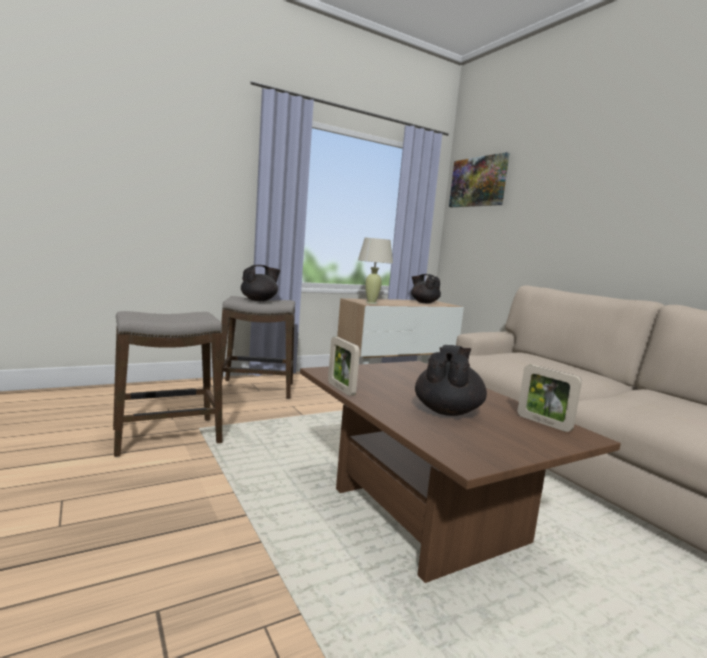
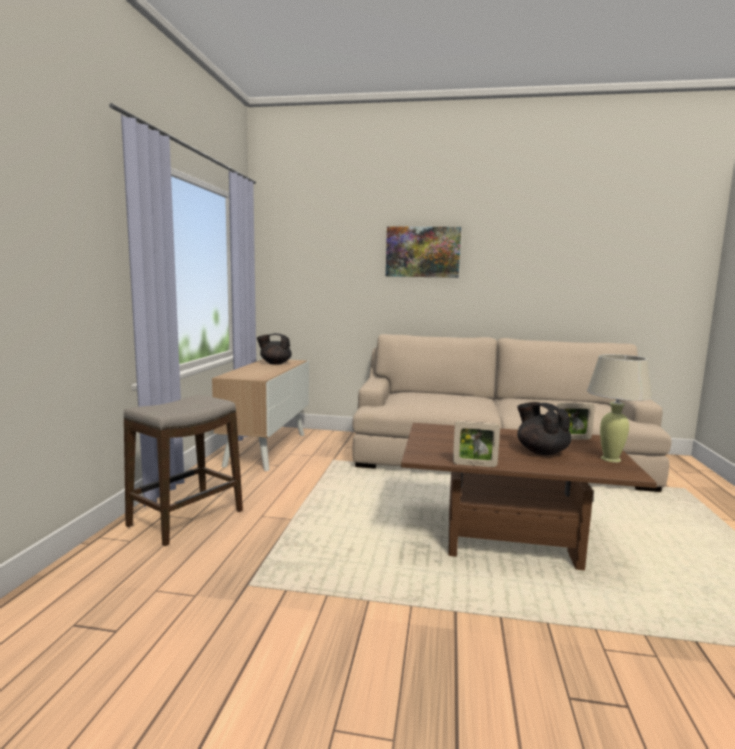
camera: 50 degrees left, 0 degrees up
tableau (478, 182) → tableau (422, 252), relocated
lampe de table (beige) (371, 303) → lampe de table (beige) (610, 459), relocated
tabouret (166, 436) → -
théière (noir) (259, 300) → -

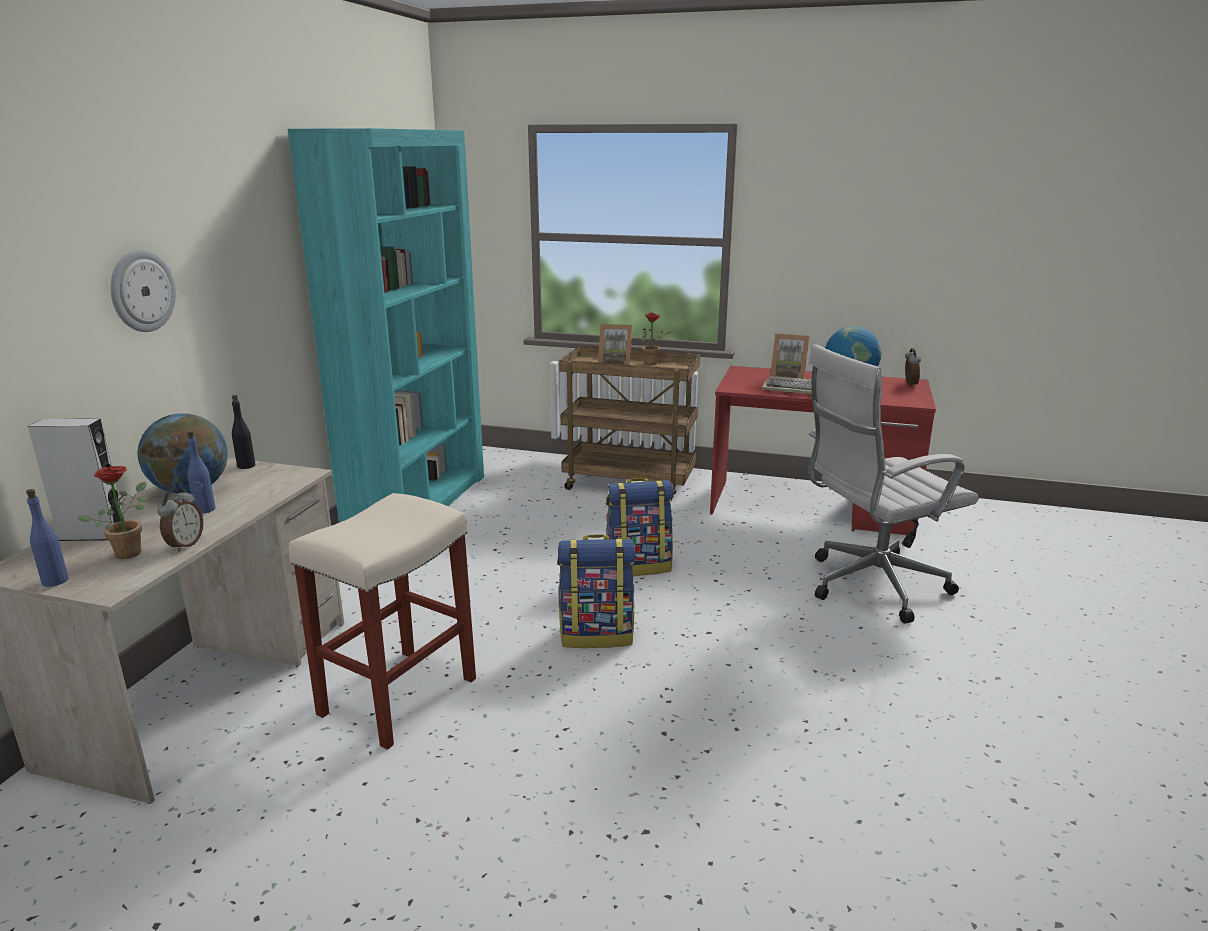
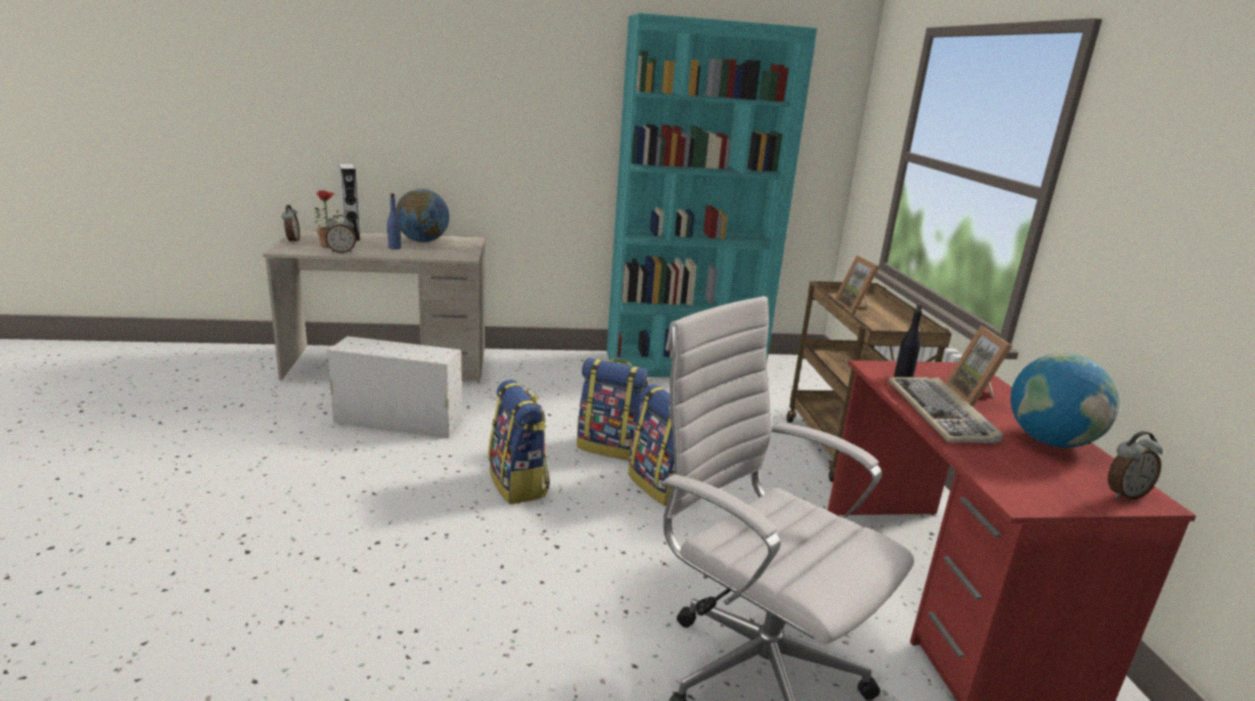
camera: 65 degrees right, 0 degrees up
bouteille (bleu) (55, 581) → réveil (292, 241)
tabouret (beige) (397, 698) → boîte de rangement (blanc) (396, 421)
- → sac à dos (611, 447)
bouteille (noir) (246, 466) → bouteille (noir) (903, 377), relocated
horloge murale (142, 291) → -
plante en pot (653, 363) → -

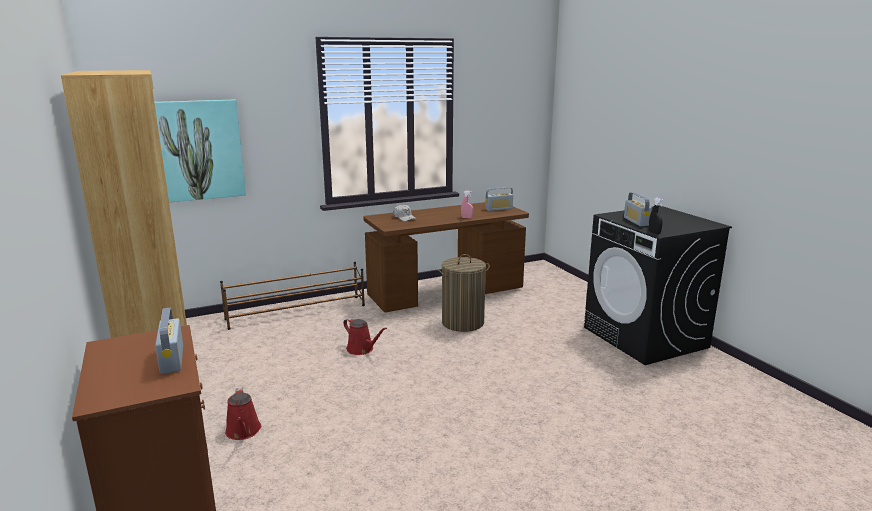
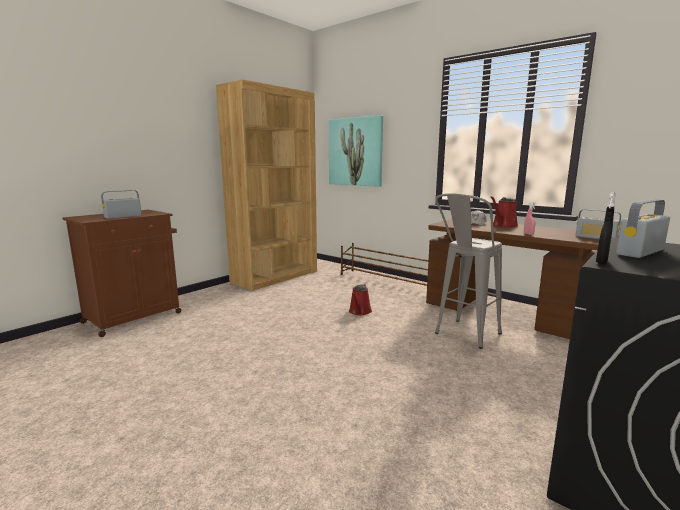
camera: 65 degrees right, 5 degrees down
panier à linge (462, 322) → tabouret (gris) (463, 337)
arrosoir (rouge) (243, 432) → arrosoir (rouge) (503, 225), relocated

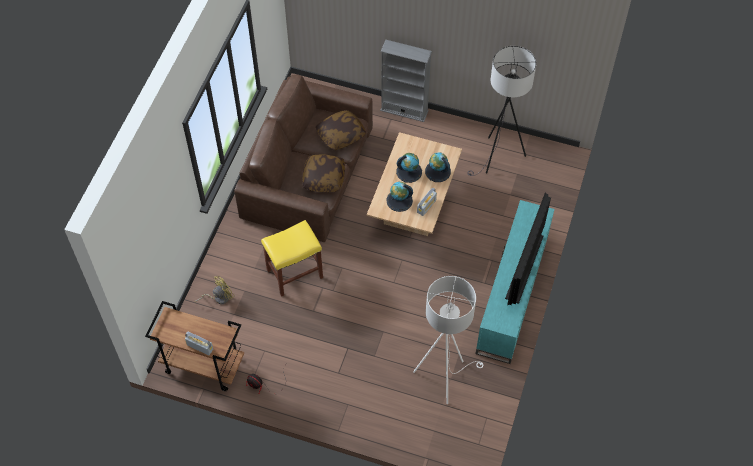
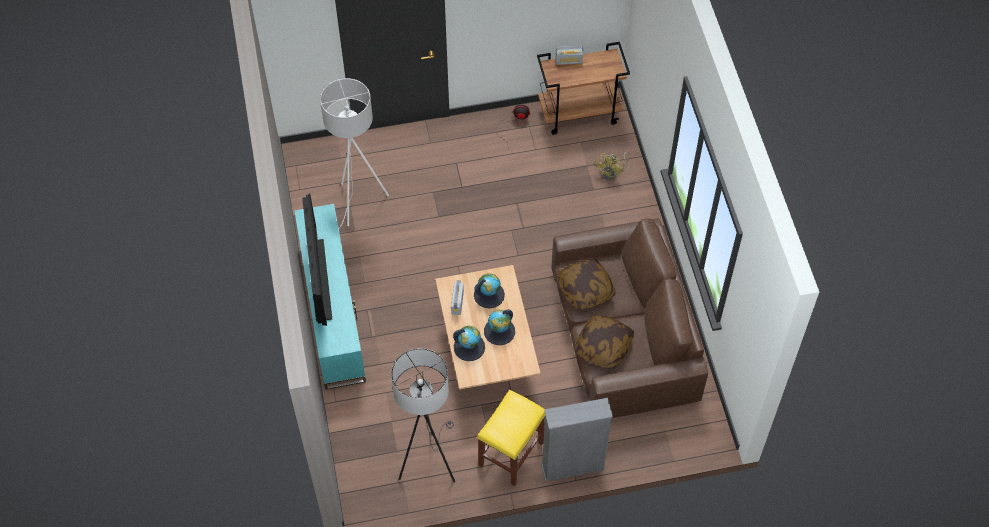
camera: 150 degrees right, 0 degrees up
tabouret (jaune) (294, 274) → tabouret (jaune) (511, 453), relocated

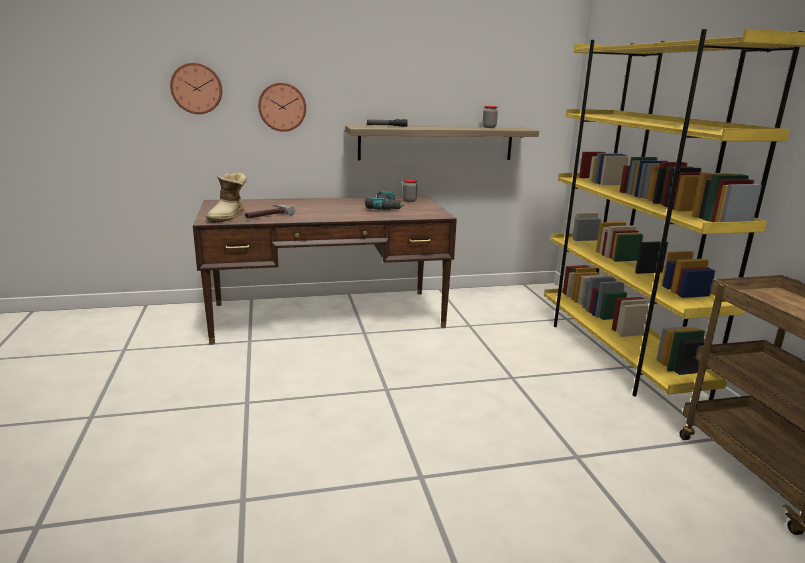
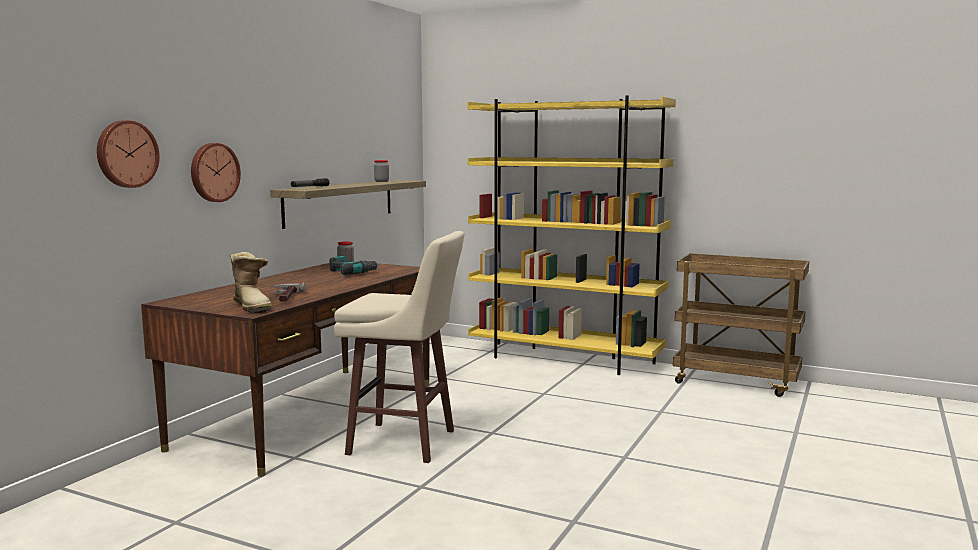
camera: 50 degrees left, 10 degrees down
- → tabouret (beige) (405, 443)

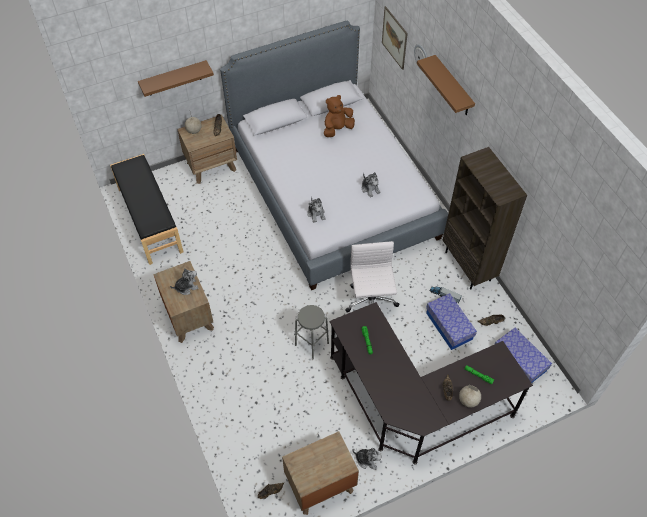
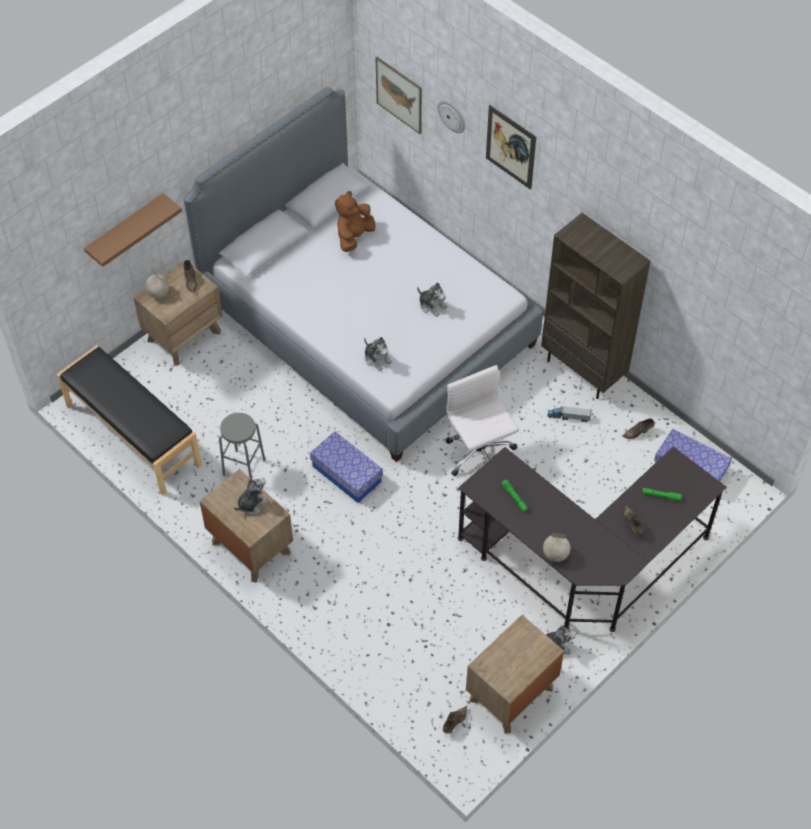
camera: 20 degrees left, 0 degrees up
tabouret (gris) (311, 344) → tabouret (gris) (244, 467), relocated
boîte de rangement (449, 326) → boîte de rangement (347, 474), relocated
étagère (marron) (453, 87) → tableau (510, 147)
globe (468, 401) → globe (555, 555), relocated

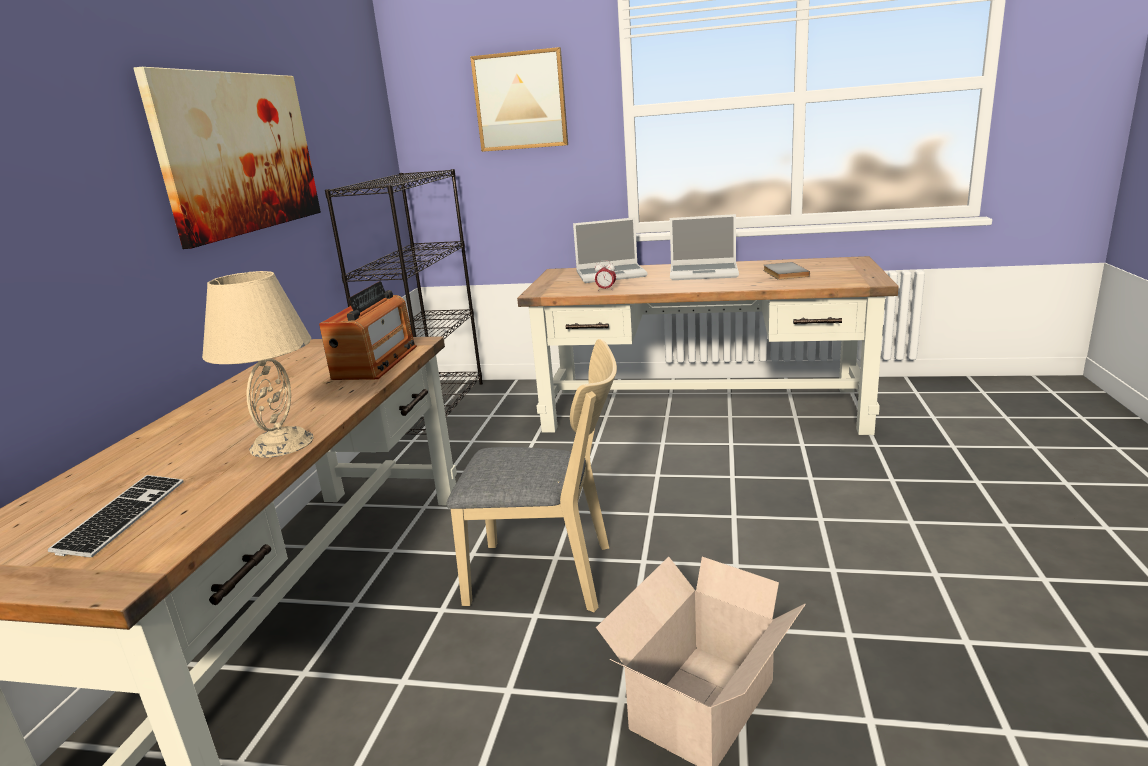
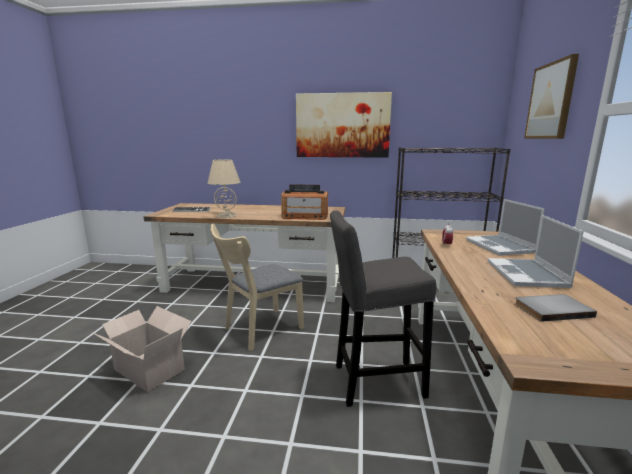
camera: 85 degrees right, 5 degrees down
chaise (beige) (552, 574) → chaise (beige) (259, 330), 45 degrees clockwise
- → tabouret (gris) (373, 382)

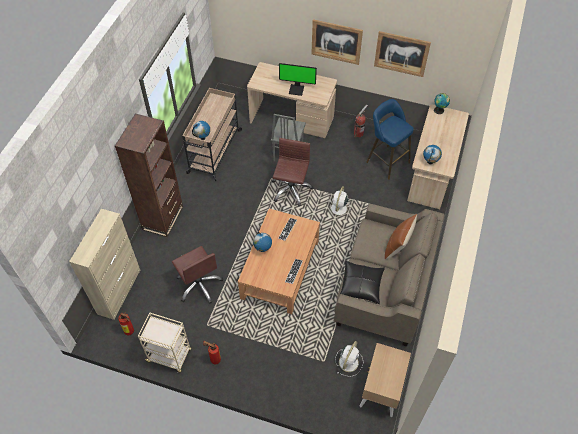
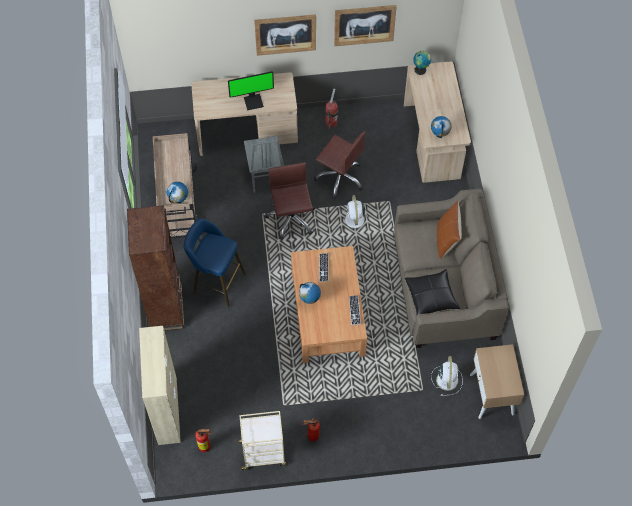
camera: 25 degrees left, 5 degrees up
tabouret (bleu) (386, 161) → tabouret (bleu) (216, 282), relocated
chaise de bureau (marron) (199, 285) → chaise de bureau (marron) (340, 178), relocated

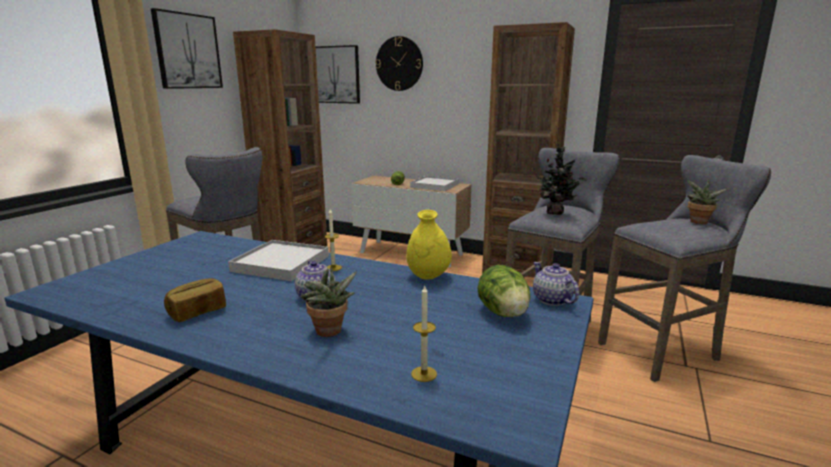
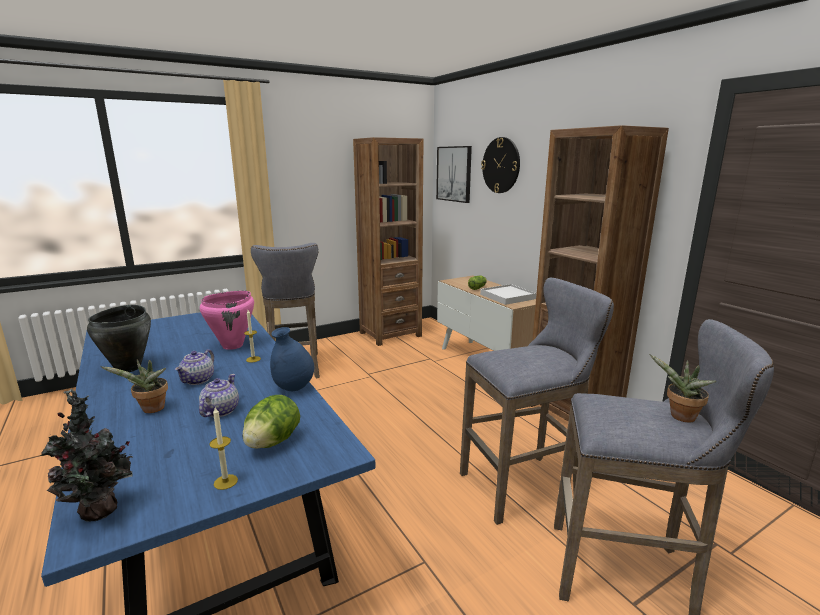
camera: 35 degrees right, 0 degrees up
plante en pot (556, 213) → plante en pot (101, 512), relocated
pain (197, 312) → marmite (noir) (129, 368)
théière (552, 300) → théière (220, 411), relocated
plateau (blanc) (281, 263) → marmite (rose) (233, 346)
bougie (424, 374) → bougie (225, 482), relocated
vase (jaune) (428, 276) → vase (bleu) (294, 388)
tableau (187, 51) → -

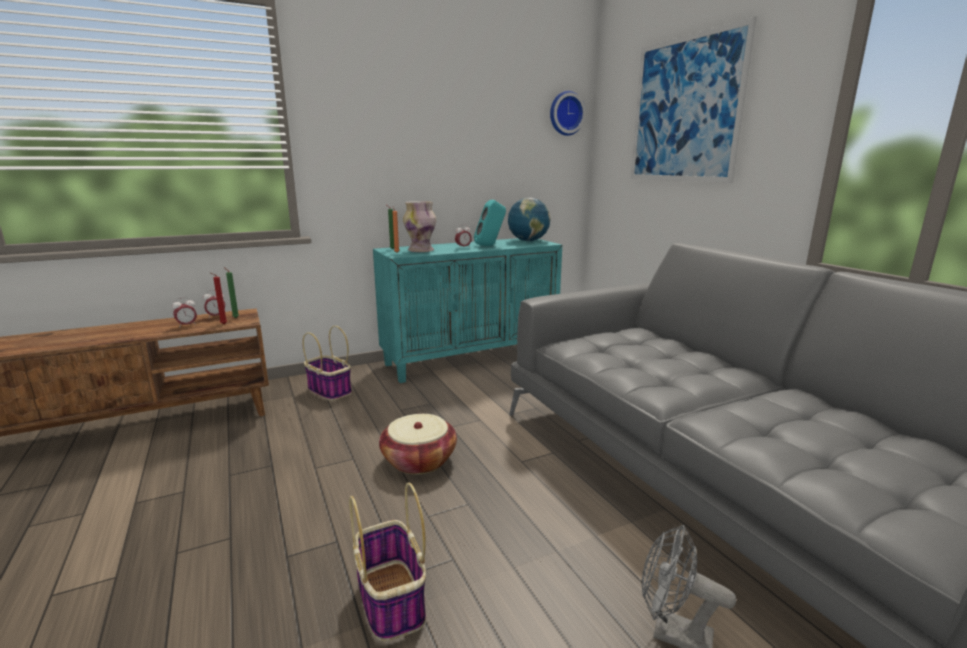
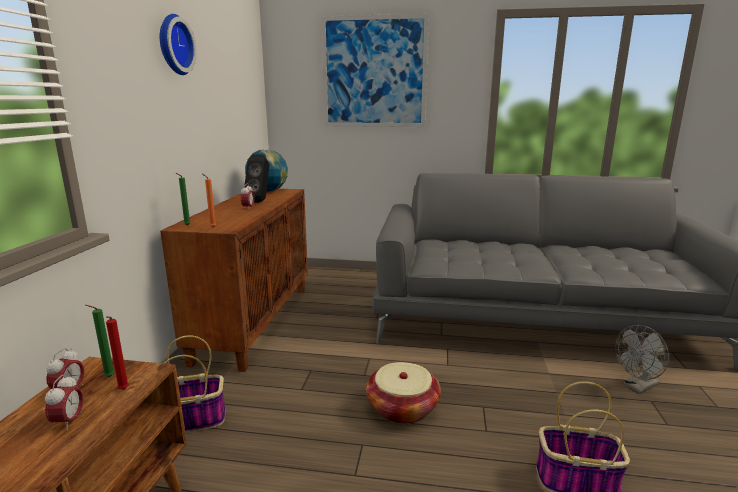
camera: 55 degrees left, 0 degrees up
horloge murale (565, 113) → horloge murale (173, 45), relocated
meuble de rangement (turquoise) (471, 358) → meuble de rangement (marron) (254, 322)
enceinte (turquoise) (490, 245) → enceinte (noir) (260, 201)
vase (421, 250) → -

